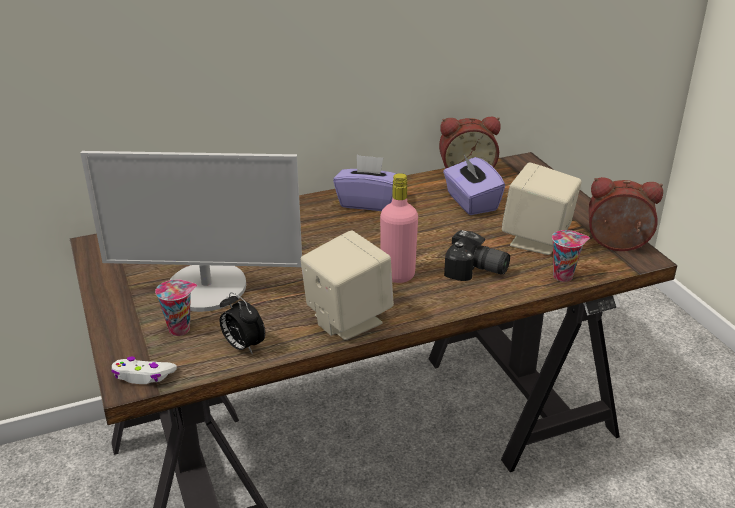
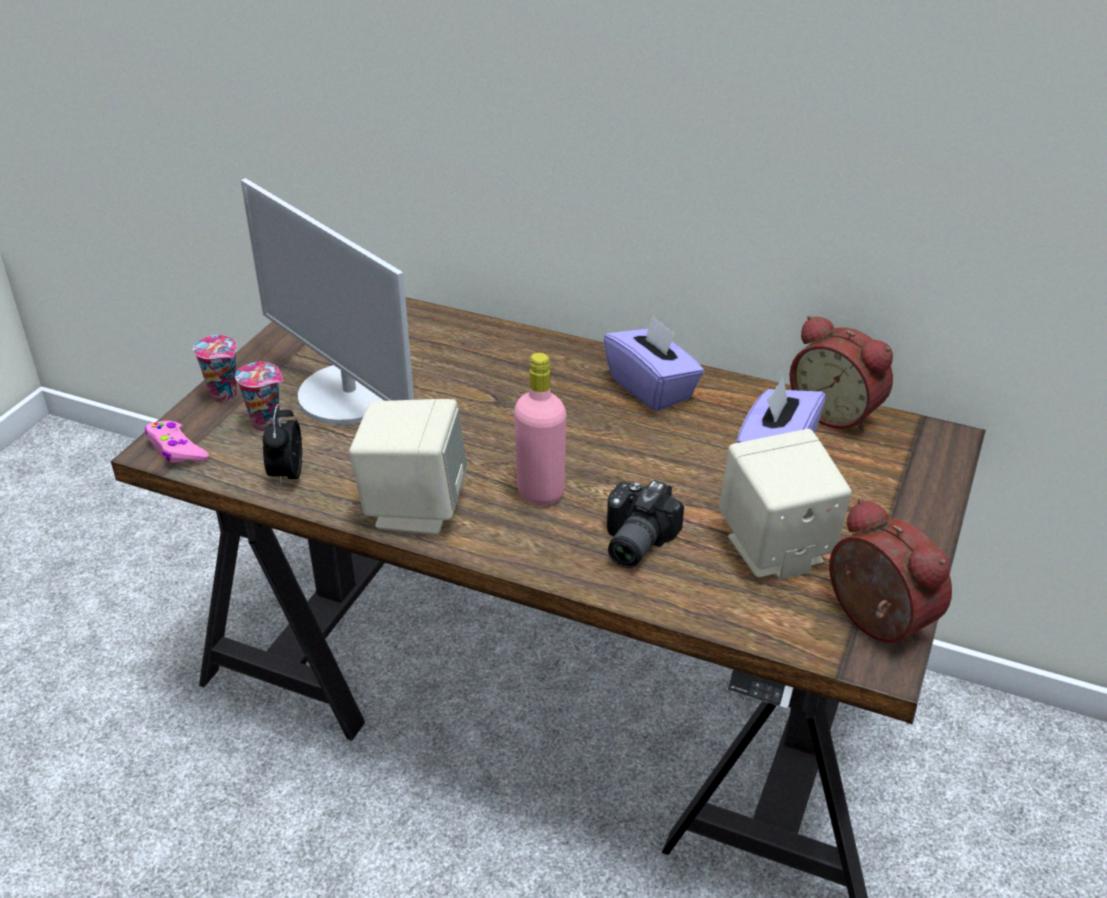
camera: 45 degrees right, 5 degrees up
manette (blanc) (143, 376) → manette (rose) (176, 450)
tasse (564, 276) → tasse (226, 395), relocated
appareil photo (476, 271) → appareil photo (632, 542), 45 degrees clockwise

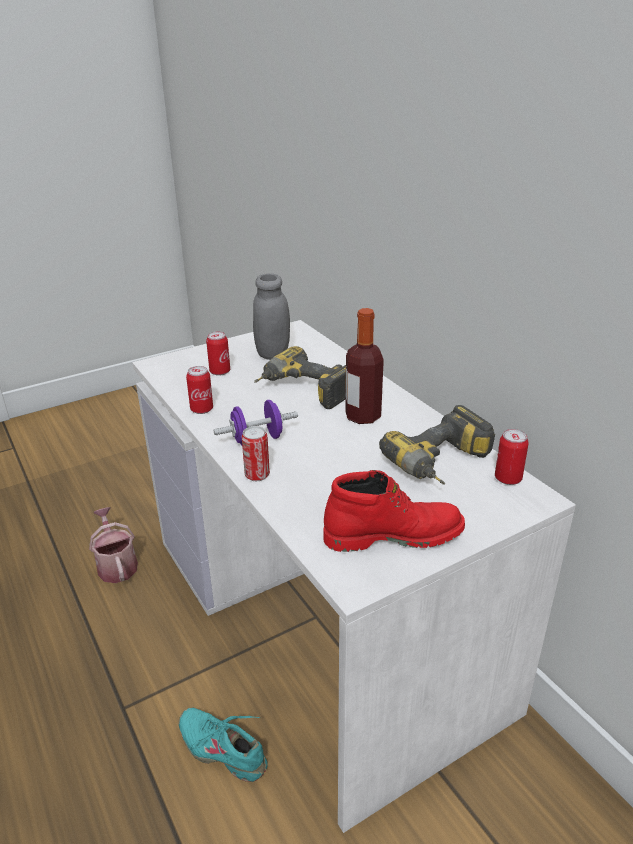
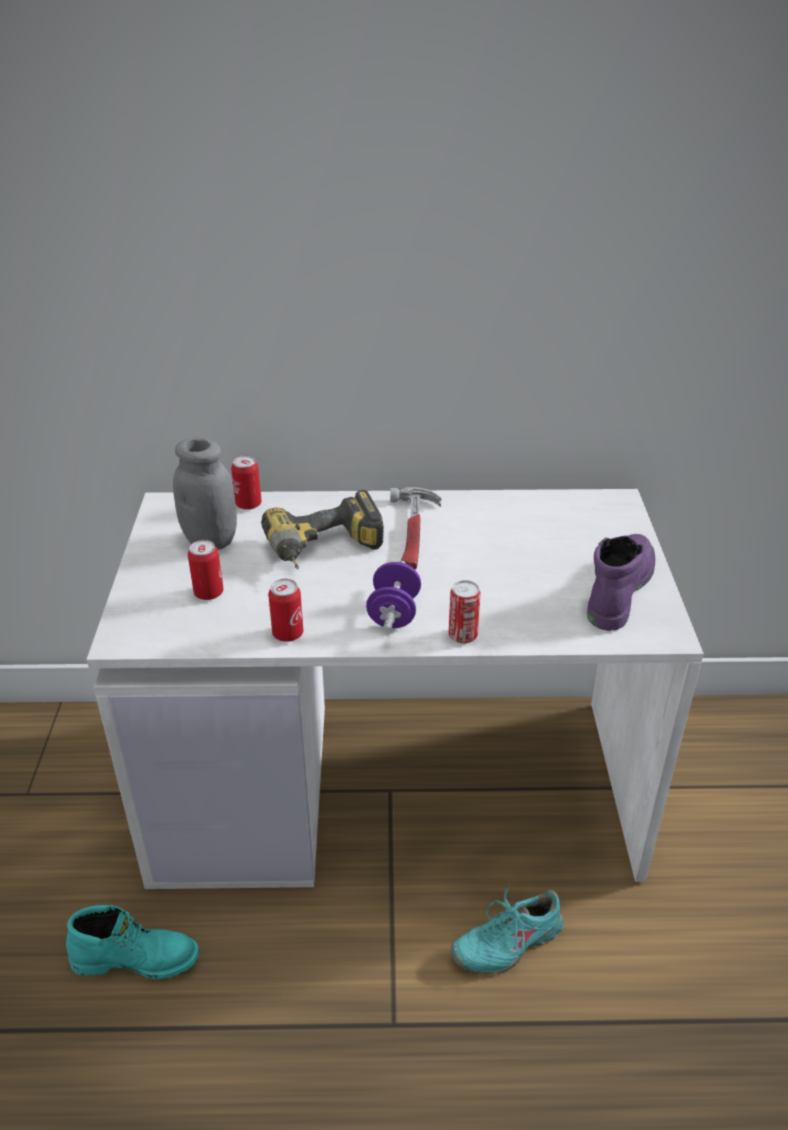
camera: 60 degrees left, 5 degrees up
arrosoir (116, 564) → botte (turquoise) (136, 958)
boîte métallique (508, 478) → boîte métallique (248, 504), relocated
bouteille (363, 416) → marteau (414, 533)
botte (rouge) (393, 535) → botte (violet) (617, 589)
perceuse (443, 466) → -

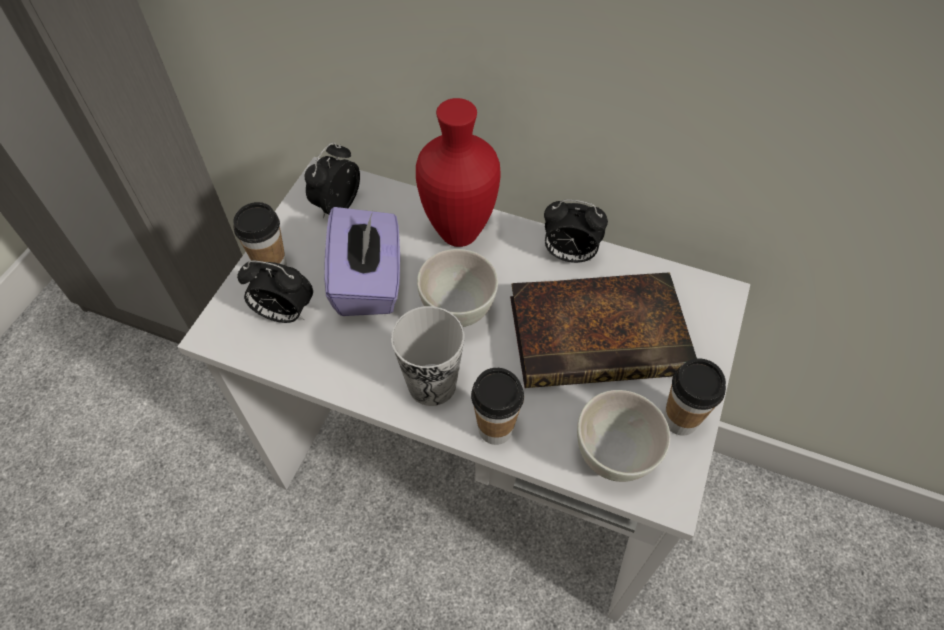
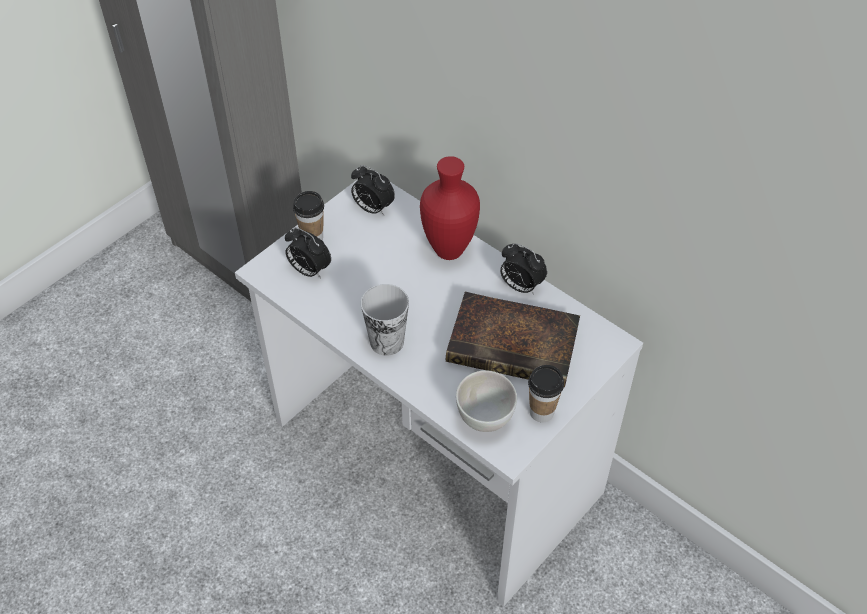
camera: 20 degrees right, 5 degrees down
réveil (337, 205) → réveil (372, 208), 105 degrees counterclockwise
boîte à mouchoirs (violet) (369, 282) → -
bol (blanc) (458, 312) → -
tasse (495, 429) → -

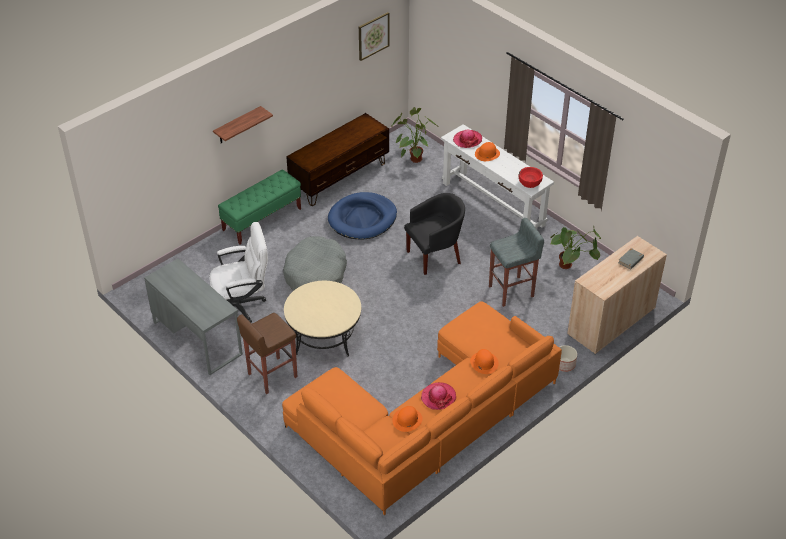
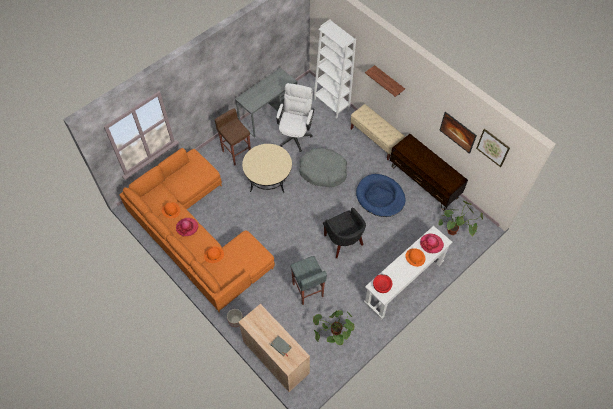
camera: 90 degrees right, 15 degrees up
chaise de bureau (blanc) (242, 305) → chaise de bureau (blanc) (295, 134), 150 degrees counterclockwise
- → bibliothèque (blanc) (331, 104)
banc (vert) (262, 219) → banc (beige) (375, 139)
- → tableau (456, 137)

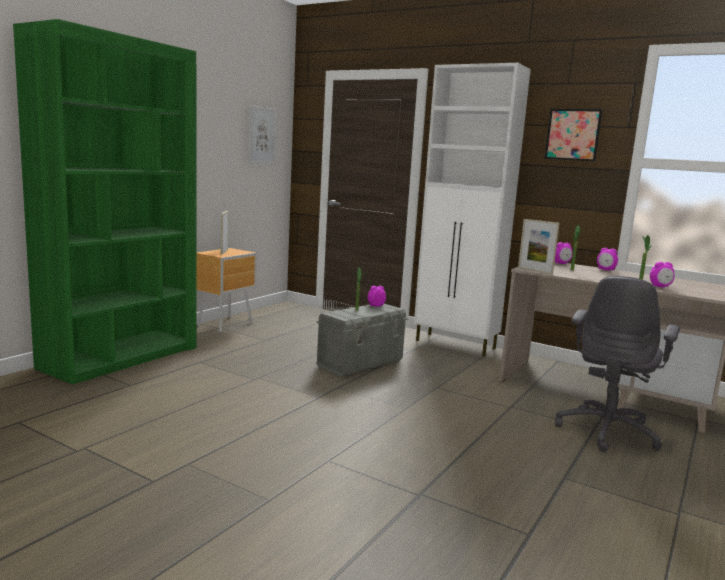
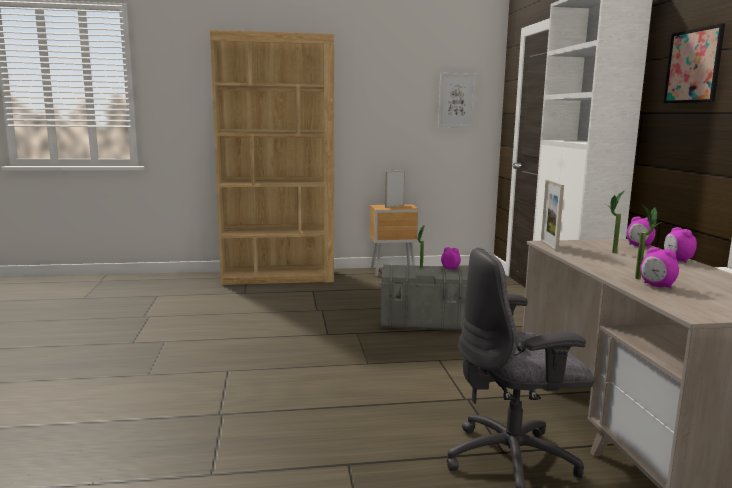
camera: 50 degrees right, 0 degrees up
bibliothèque (vert) (121, 357) → bibliothèque (marron) (278, 277)

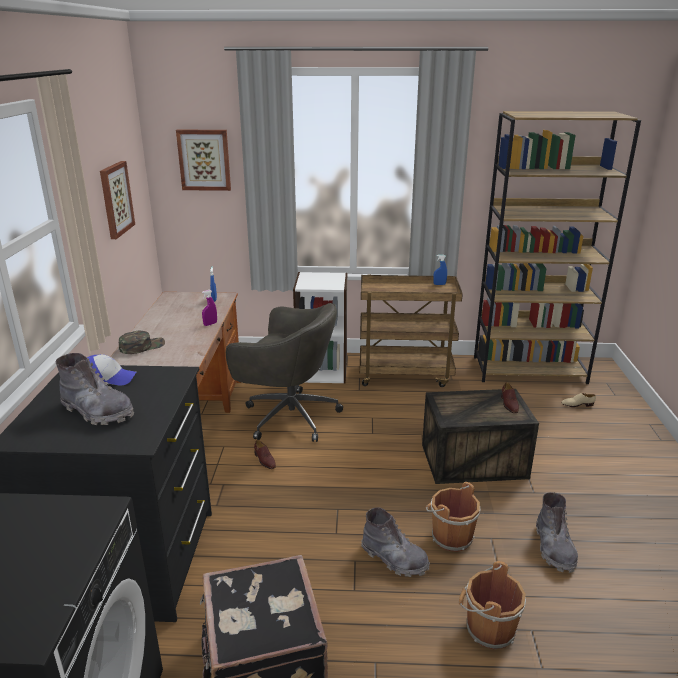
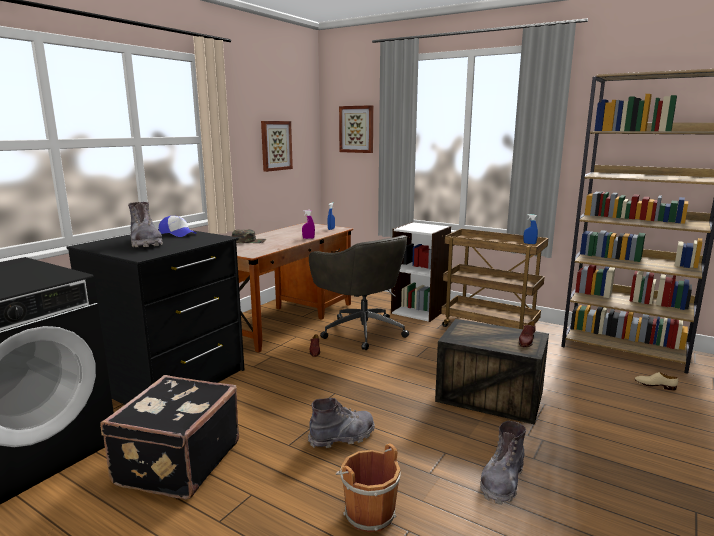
camera: 30 degrees right, 10 degrees down
botte (gris) (394, 559) → botte (gris) (342, 437), 90 degrees counterclockwise
seau (marron) (450, 536) → -

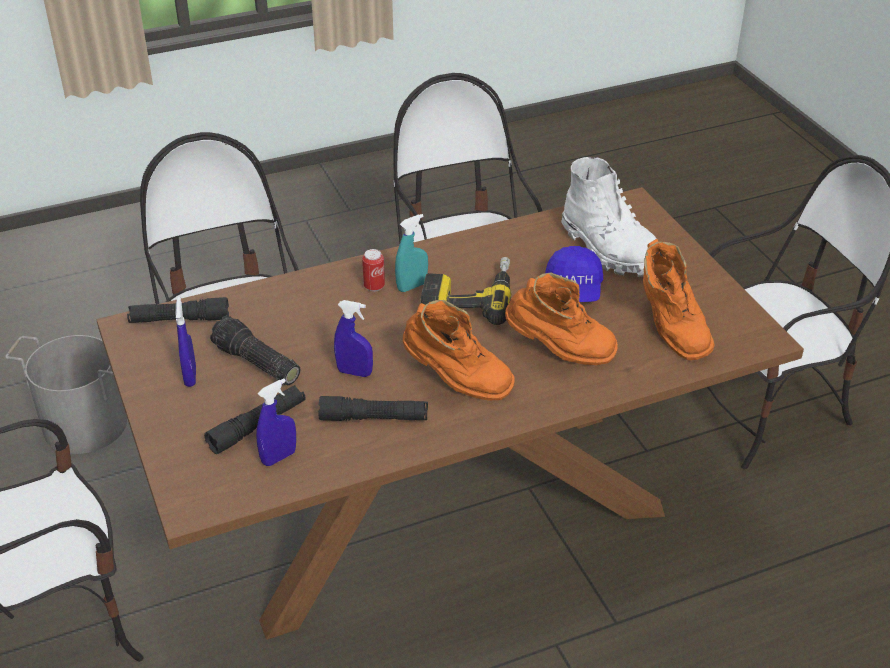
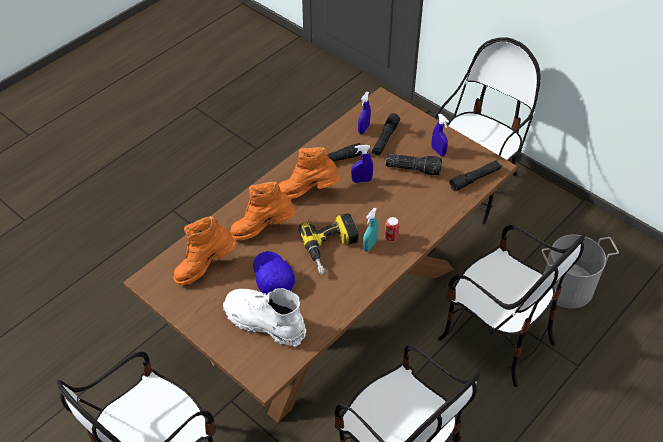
camera: 155 degrees right, 10 degrees up
botte (orange) (670, 329) → botte (orange) (205, 267), 75 degrees counterclockwise

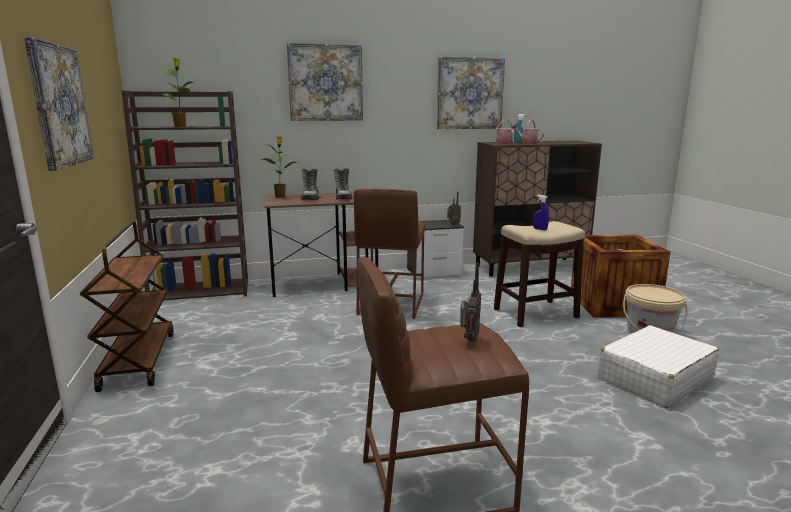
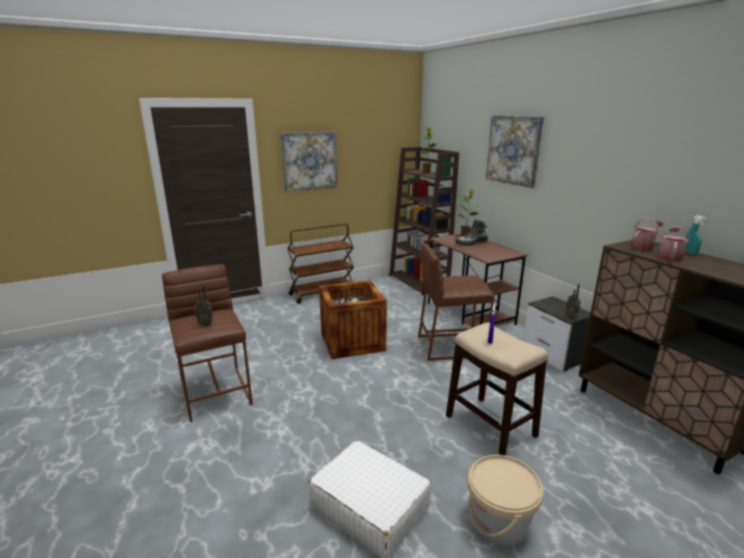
camera: 75 degrees right, 5 degrees up
caisse (612, 304) → caisse (352, 341), relocated
botte (343, 197) → -
tableau (470, 93) → -

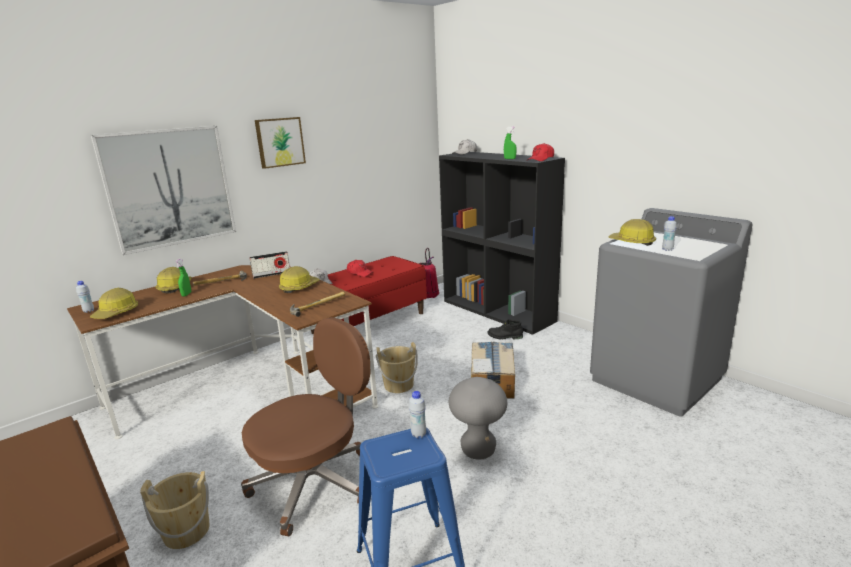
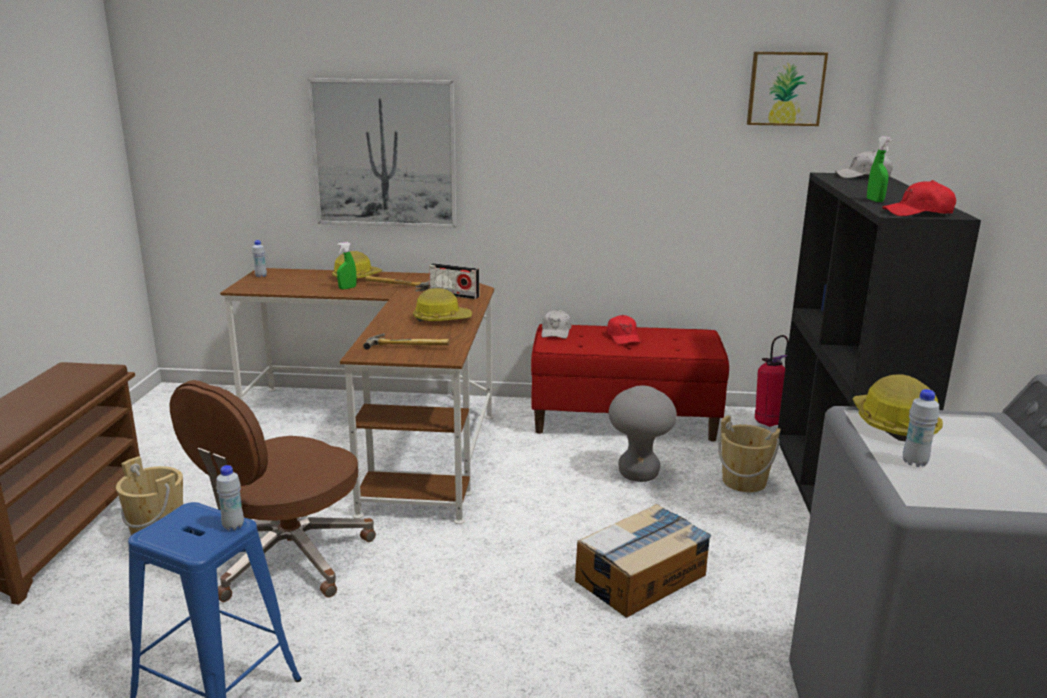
camera: 45 degrees right, 0 degrees up
chaise de bureau (marron) (315, 483) → chaise de bureau (marron) (286, 559), 120 degrees clockwise
tabouret (gris) (478, 450) → tabouret (gris) (638, 474), relocated
seau (beige) (398, 385) → seau (beige) (744, 481), relocated
tableau (279, 142) → tableau (785, 88), relocated
casque de chantier (117, 313) → -
botte (noir) (505, 337) → -

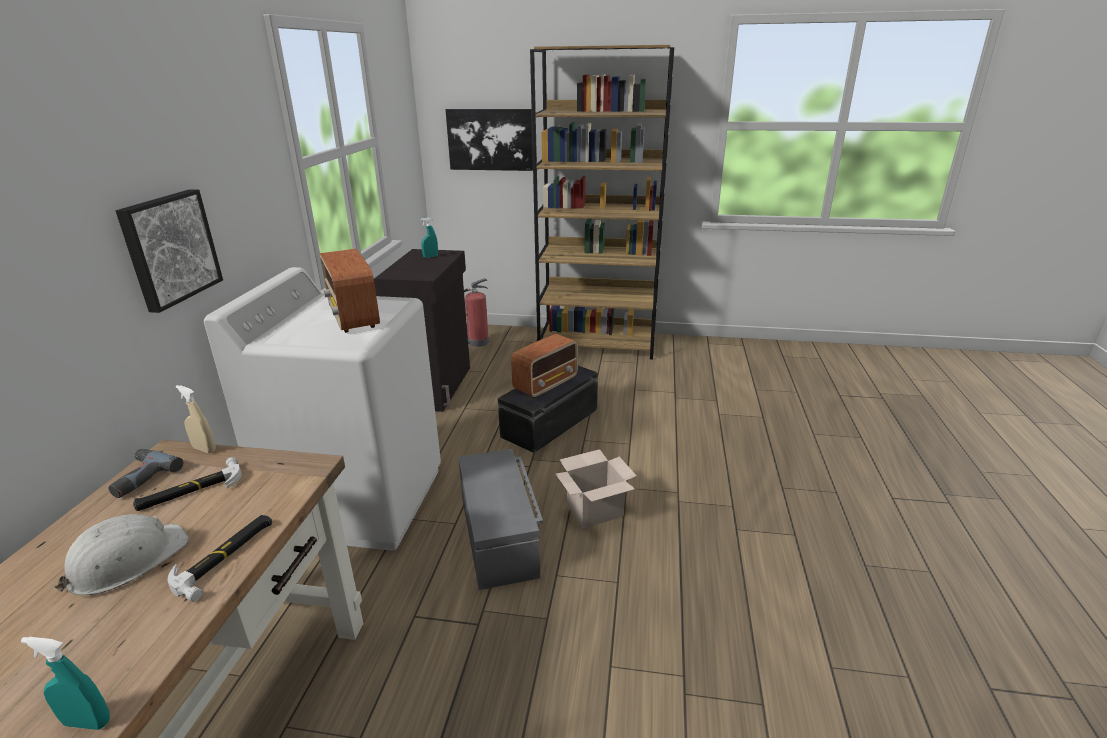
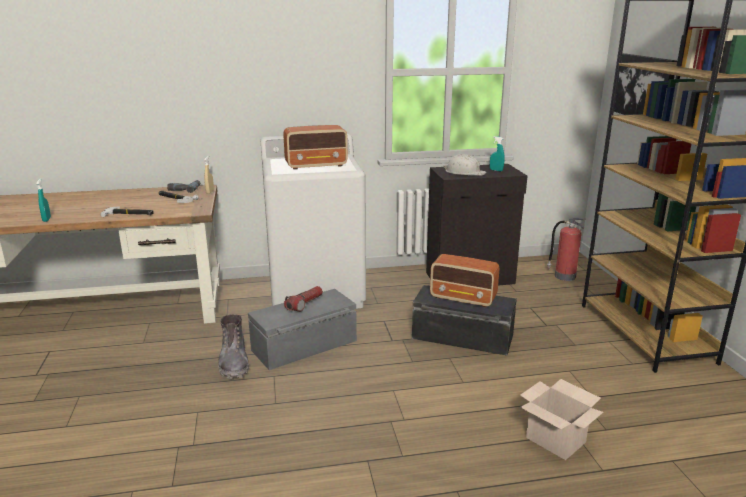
camera: 70 degrees right, 5 degrees down
- → botte (gris) (234, 363)
radio (353, 317) → radio (317, 165), 150 degrees counterclockwise
- → lampe de poche (304, 304)
casque de chantier (blanc) (127, 561) → casque de chantier (blanc) (465, 172), relocated
carton (595, 510) → carton (557, 440), relocated
tableau (169, 248) → -

